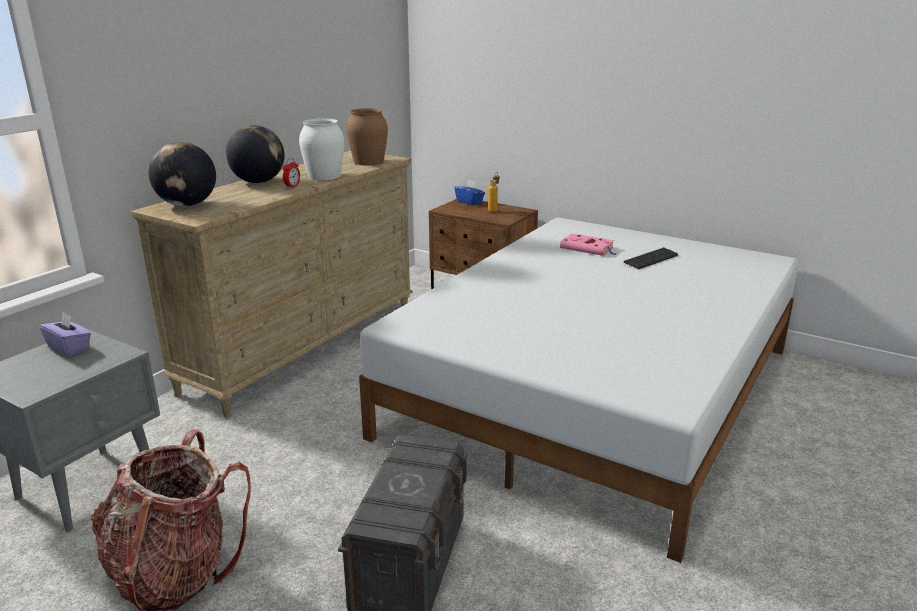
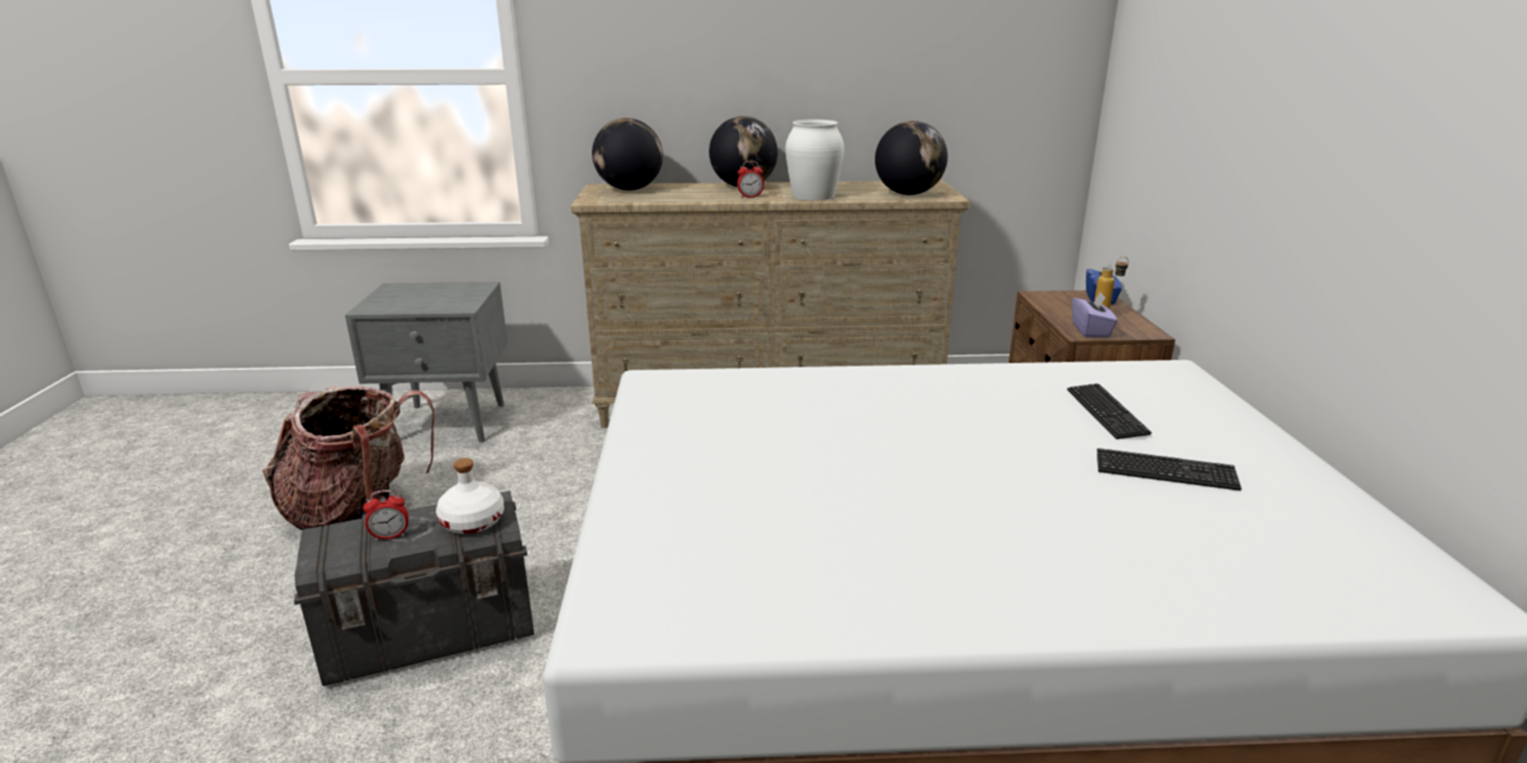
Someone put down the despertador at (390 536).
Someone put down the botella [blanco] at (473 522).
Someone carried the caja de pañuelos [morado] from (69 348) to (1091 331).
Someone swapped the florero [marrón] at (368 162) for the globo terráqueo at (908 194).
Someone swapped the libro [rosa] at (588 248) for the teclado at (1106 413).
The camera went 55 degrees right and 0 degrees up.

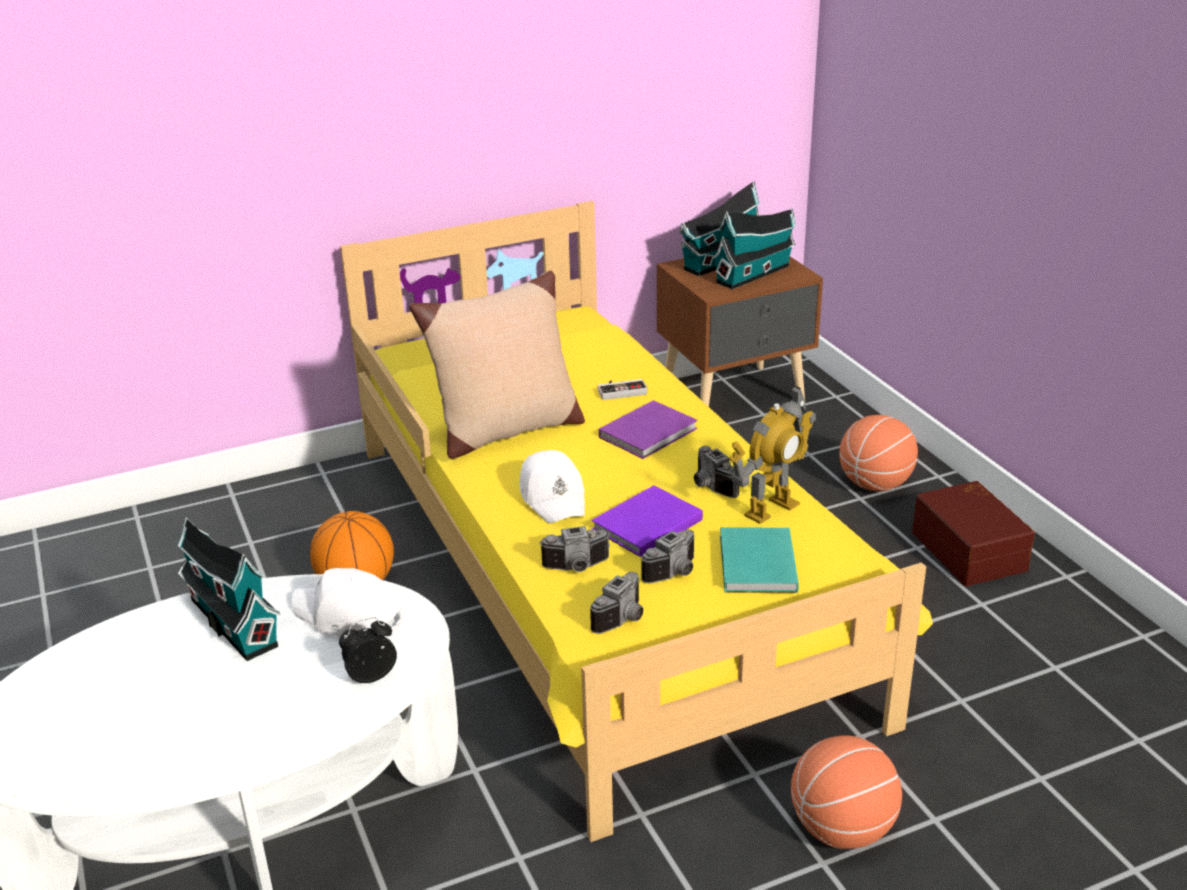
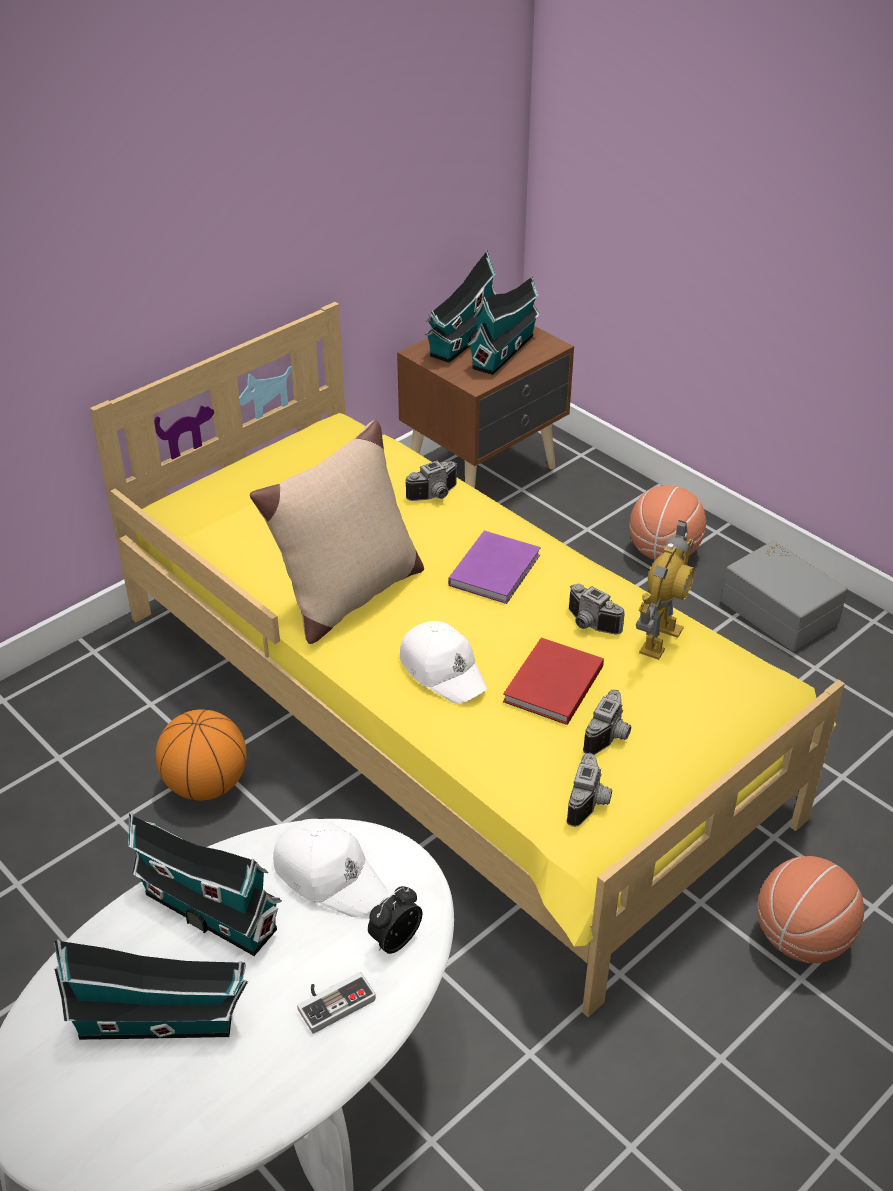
Someone took away the libro [turquesa] at (756 565).
Someone put down the casita at (163 1020).
Someone carried the cámara from (577 567) to (435 496).
Someone carried the mando de consola from (621 390) to (333 1000).
Someone repainted the libro [morado] at (644 525), which became the libro [rojo] at (551 685).
Someone repainted the caja de almacenaje [marrón] at (971 550), which became the caja de almacenaje [gris] at (781 610).
Someone rotated the gorra [blanco] at (348 617) by 150 degrees counterclockwise.
The camera went 20 degrees left and 10 degrees up.

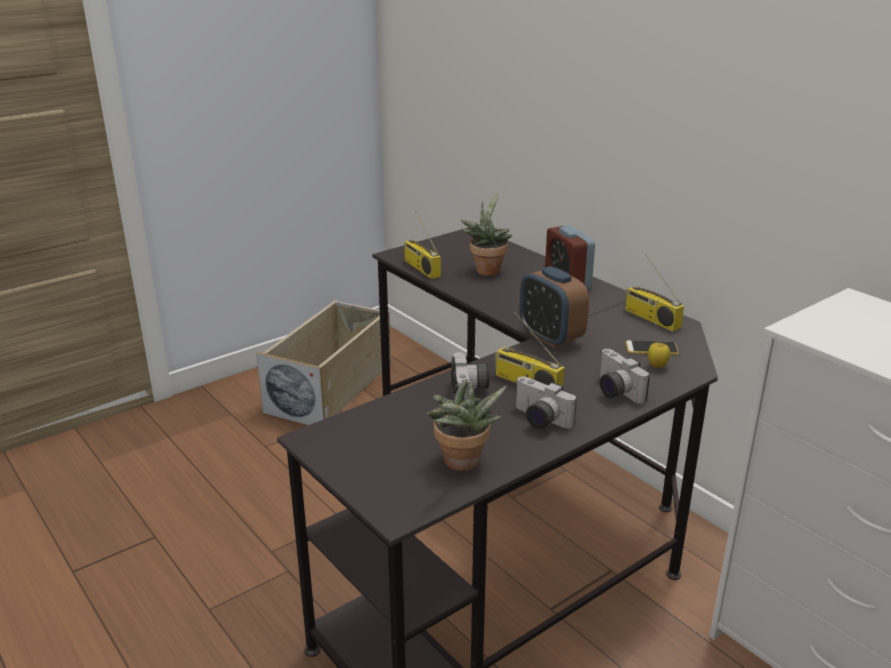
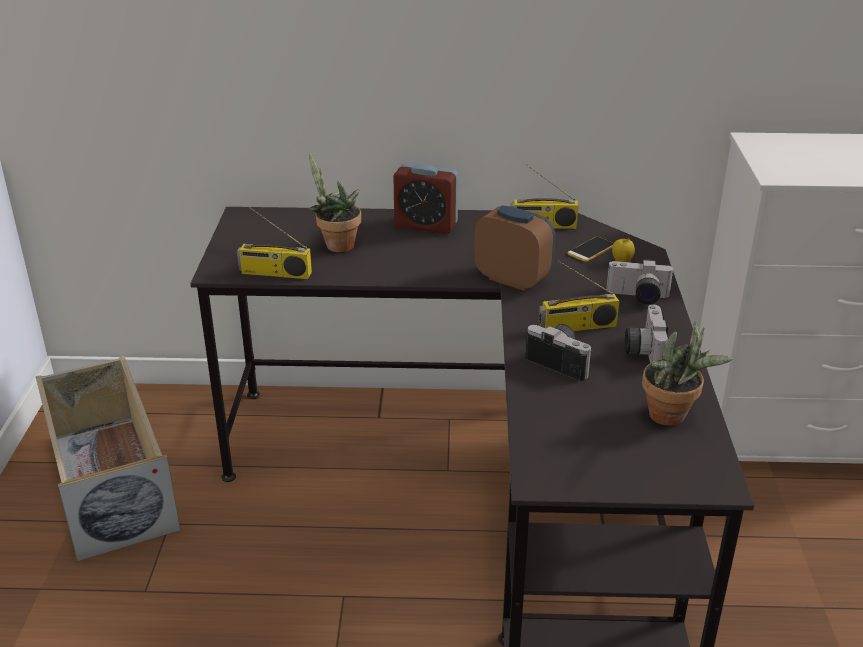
Someone rotated the cámara at (538 420) by 105 degrees clockwise.
Someone rotated the despertador at (550 337) by 150 degrees counterclockwise.
The camera went 50 degrees left and 5 degrees up.

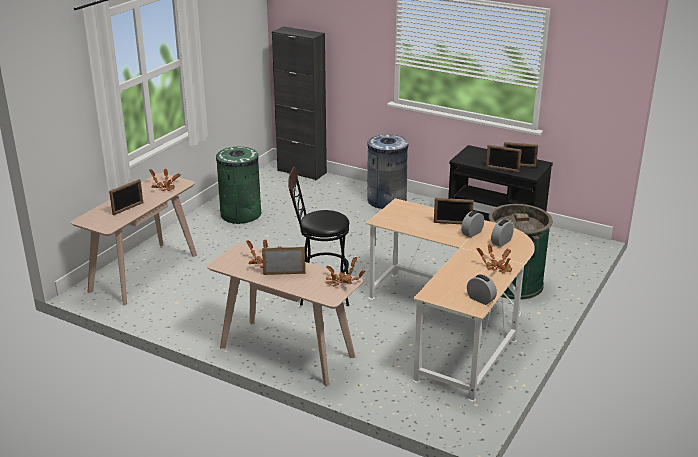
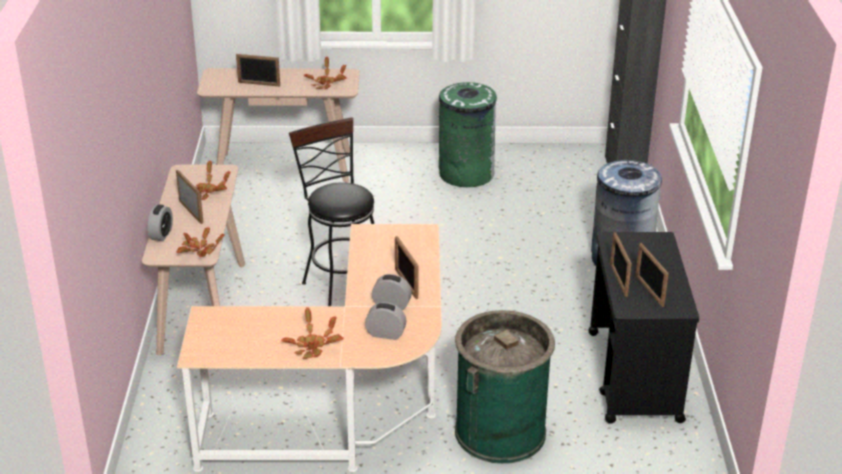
Someone carried the despertador from (480 299) to (161 234).
The camera went 60 degrees right and 5 degrees up.

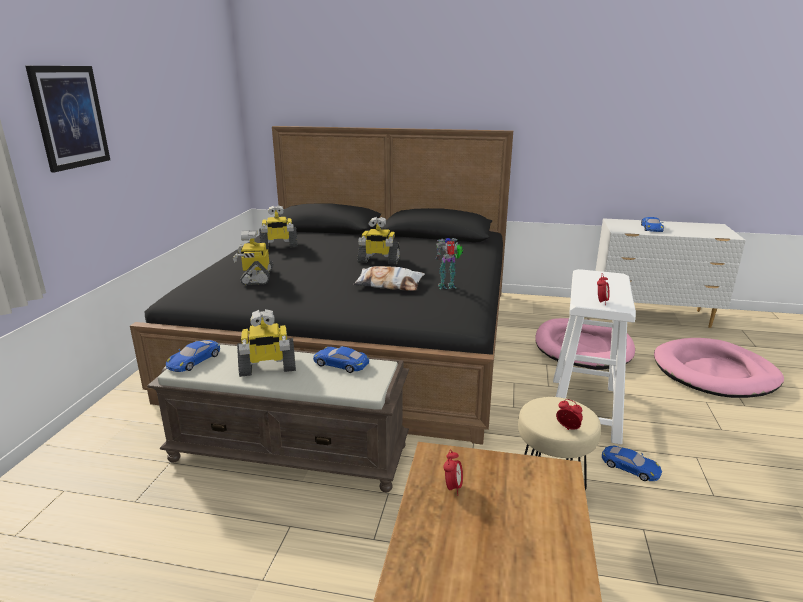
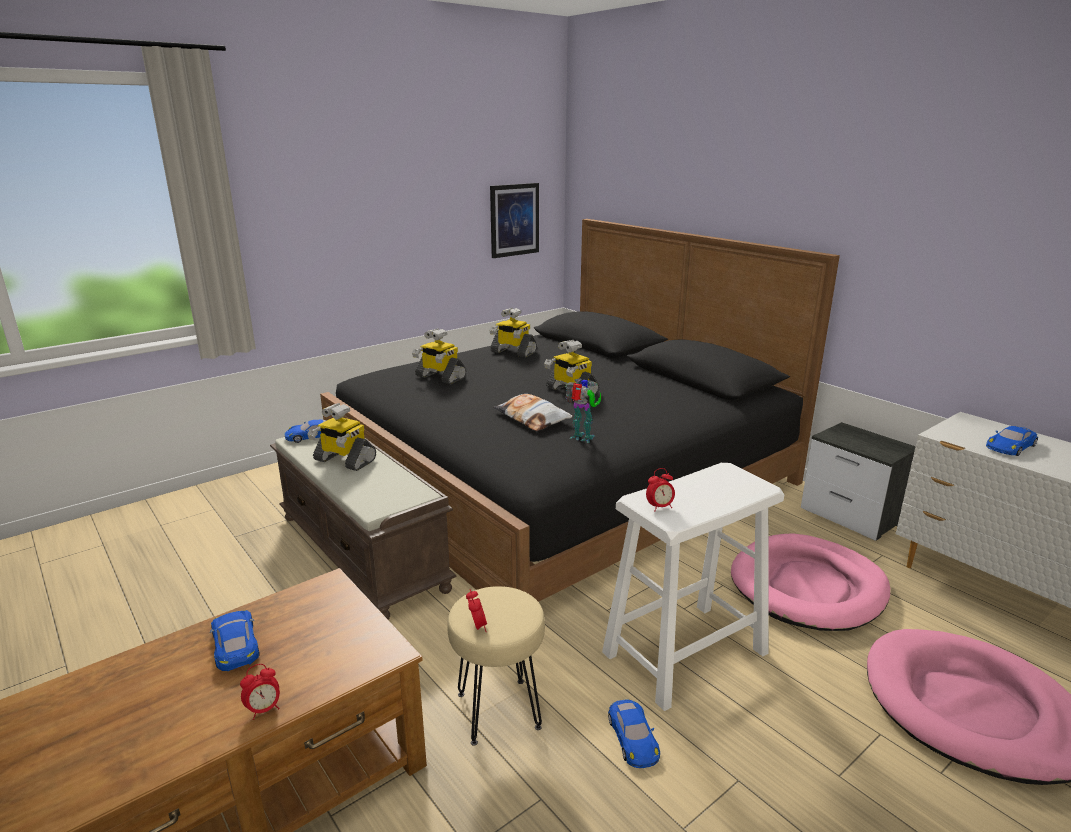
Someone put down the mesita de noche at (851 516).
Someone carried the cuadro from (70 117) to (514 220).
Someone carried the coche de juguete [azul] from (341 363) to (235 645).
Someone carried the despertador from (452 487) to (264 709).
Someone rotated the robot de juguete at (256 277) by 90 degrees counterclockwise.
The camera went 40 degrees right and 0 degrees up.

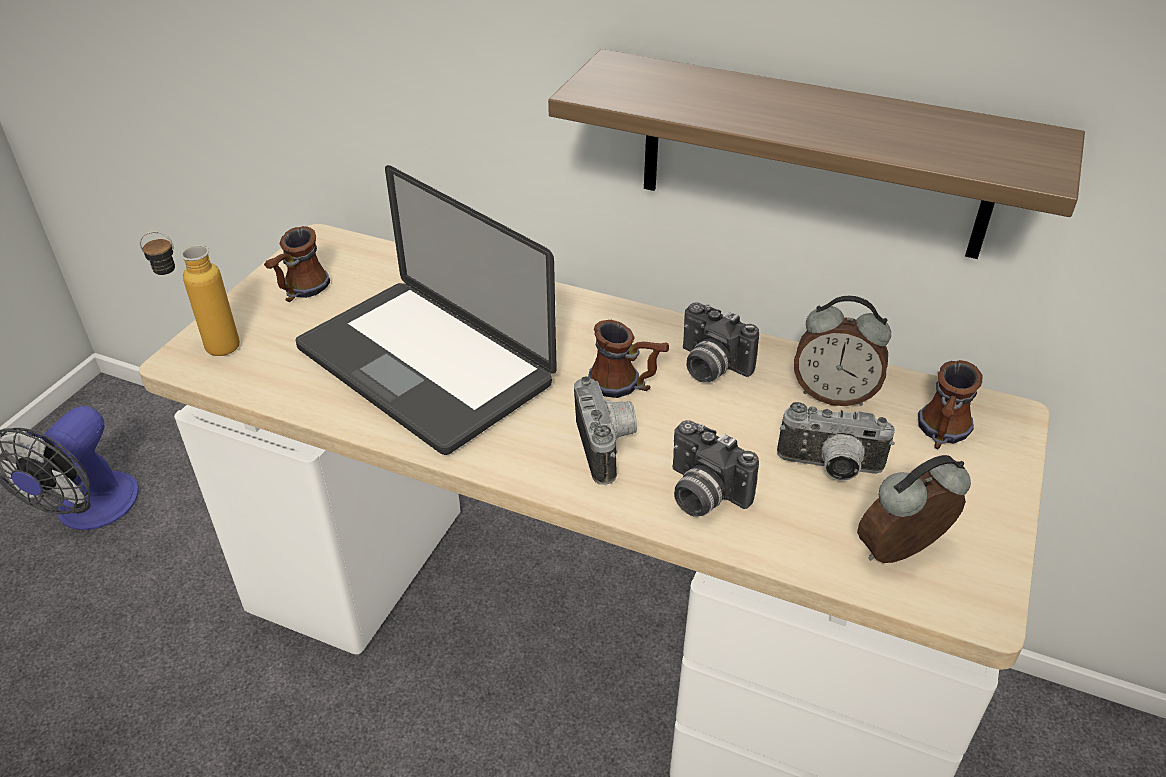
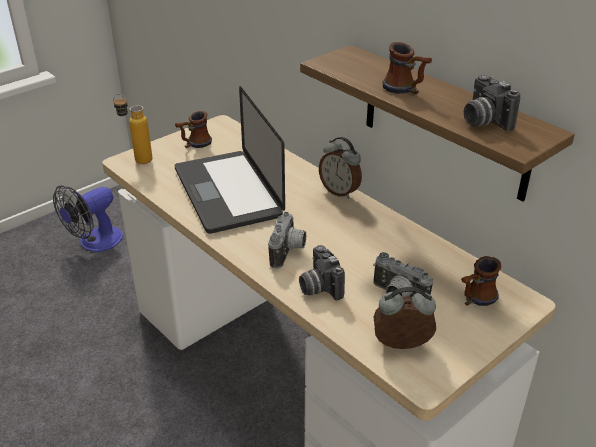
Someone carried the taza grande from (626 385) to (405 90).
Someone carried the cámara from (709 367) to (483 121).
Someone carried the despertador from (833 394) to (340 191).
The camera went 25 degrees right and 5 degrees down.

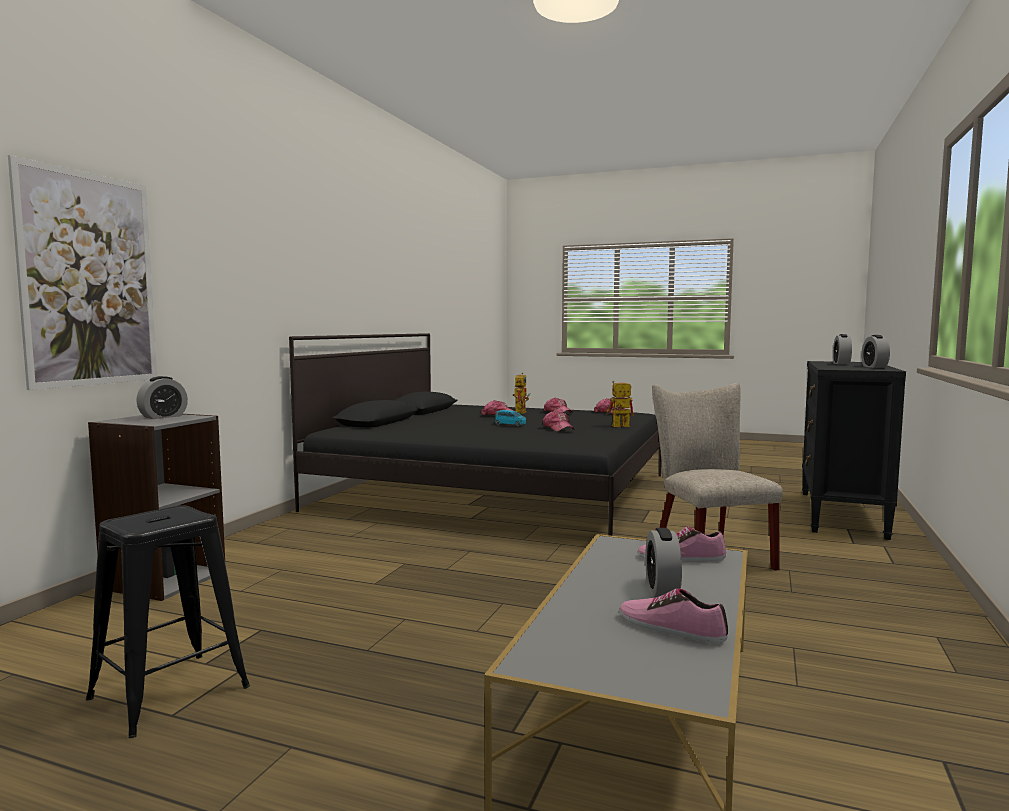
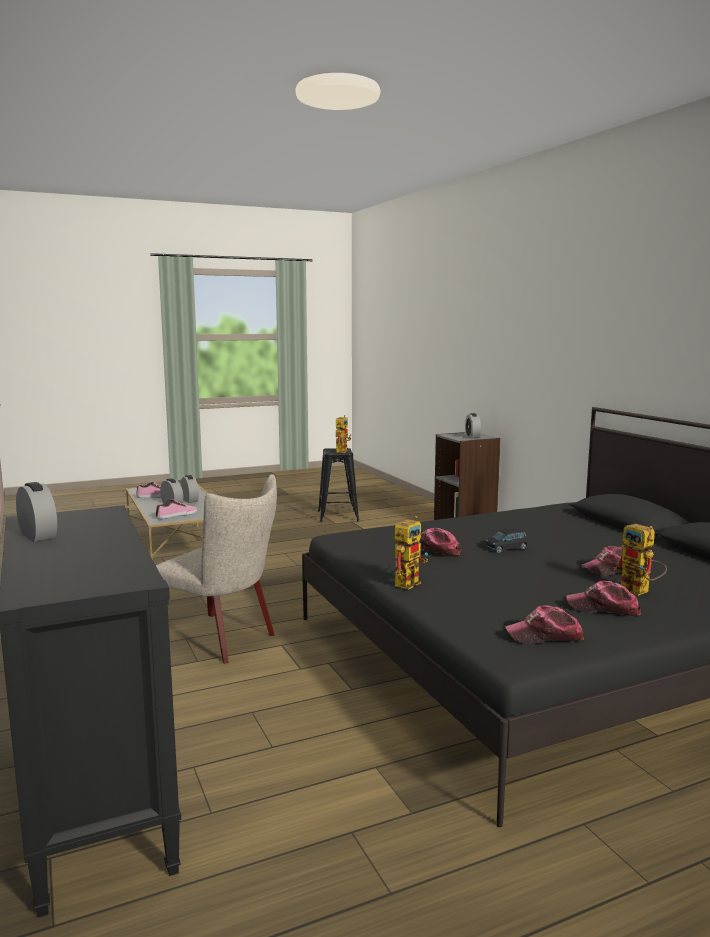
Someone took away the cuadro at (89 279).
Someone put down the robot de juguete at (342 450).
Someone carried the despertador from (841 363) to (190 500).
Someone repainted the coche de juguete [azul] at (510 424), which became the coche de juguete [negro] at (506 548).
The camera went 135 degrees right and 5 degrees up.

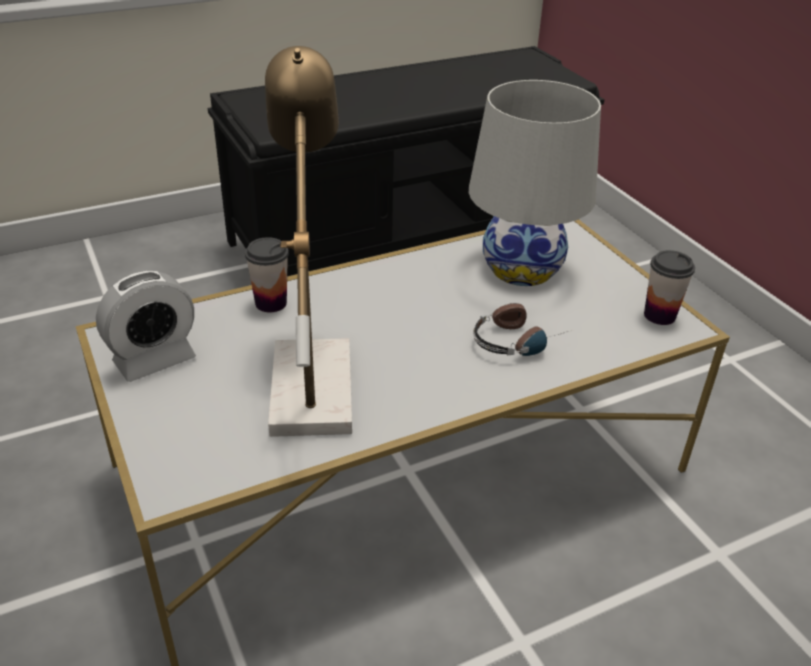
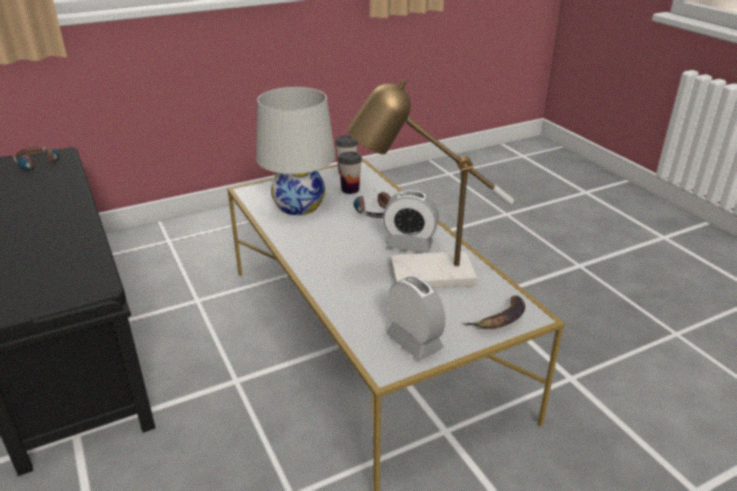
Someone put down the auriculares at (40 165).
Someone put down the despertador at (409 245).
Someone put down the plátano at (500 319).
Someone carried the taza from (271 303) to (350 189).
The camera went 90 degrees left and 5 degrees down.

